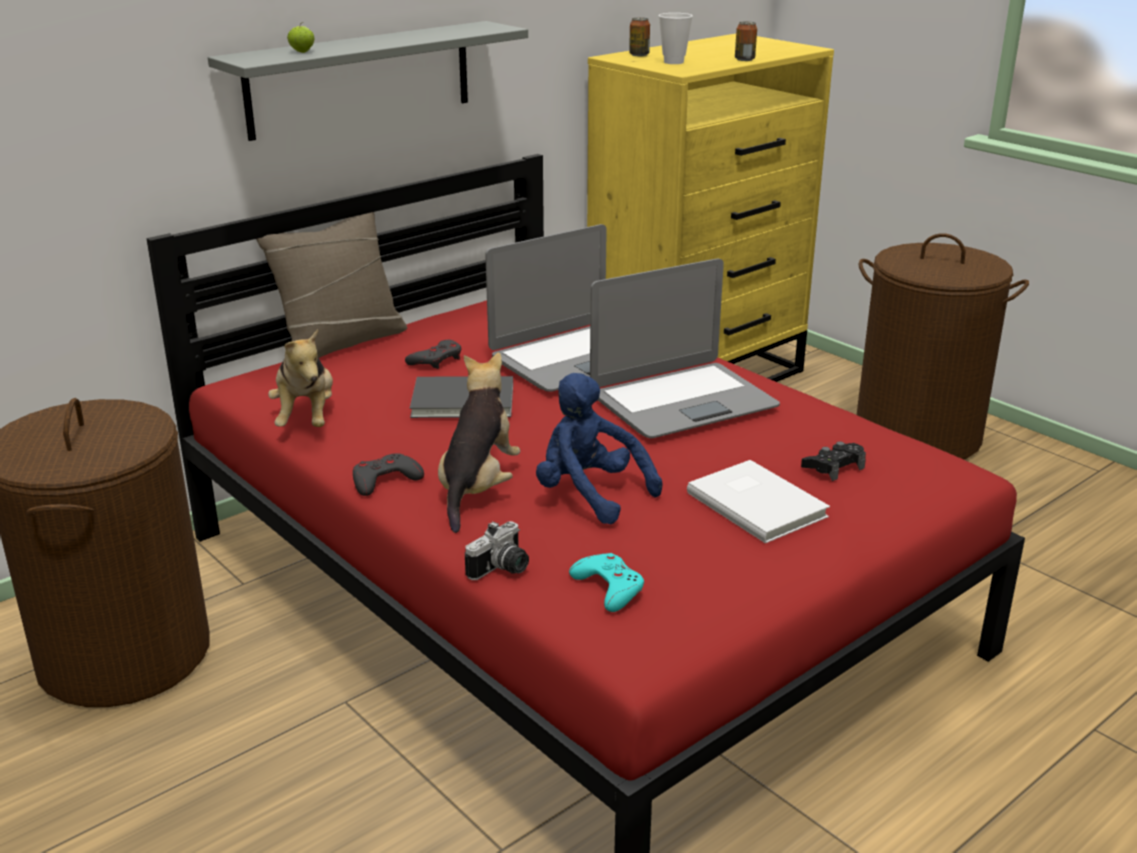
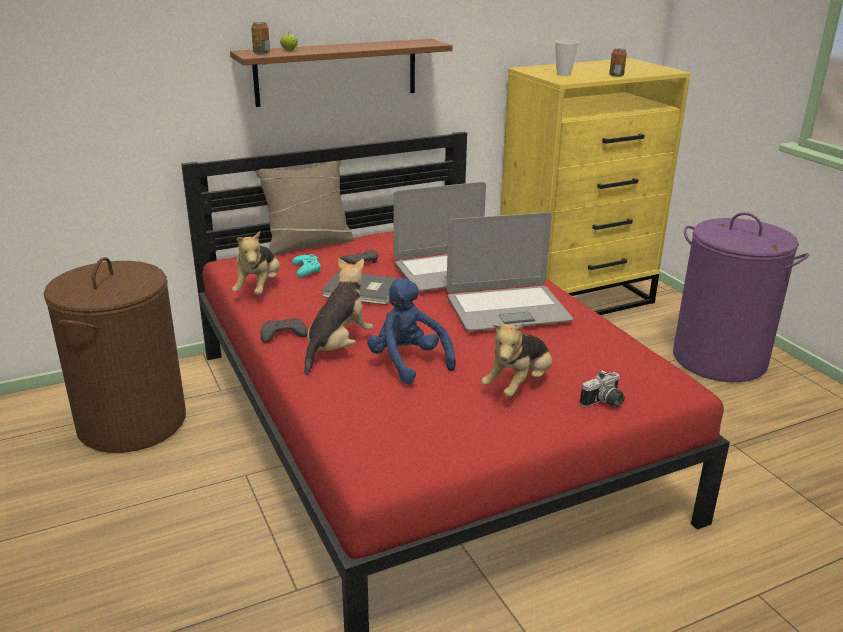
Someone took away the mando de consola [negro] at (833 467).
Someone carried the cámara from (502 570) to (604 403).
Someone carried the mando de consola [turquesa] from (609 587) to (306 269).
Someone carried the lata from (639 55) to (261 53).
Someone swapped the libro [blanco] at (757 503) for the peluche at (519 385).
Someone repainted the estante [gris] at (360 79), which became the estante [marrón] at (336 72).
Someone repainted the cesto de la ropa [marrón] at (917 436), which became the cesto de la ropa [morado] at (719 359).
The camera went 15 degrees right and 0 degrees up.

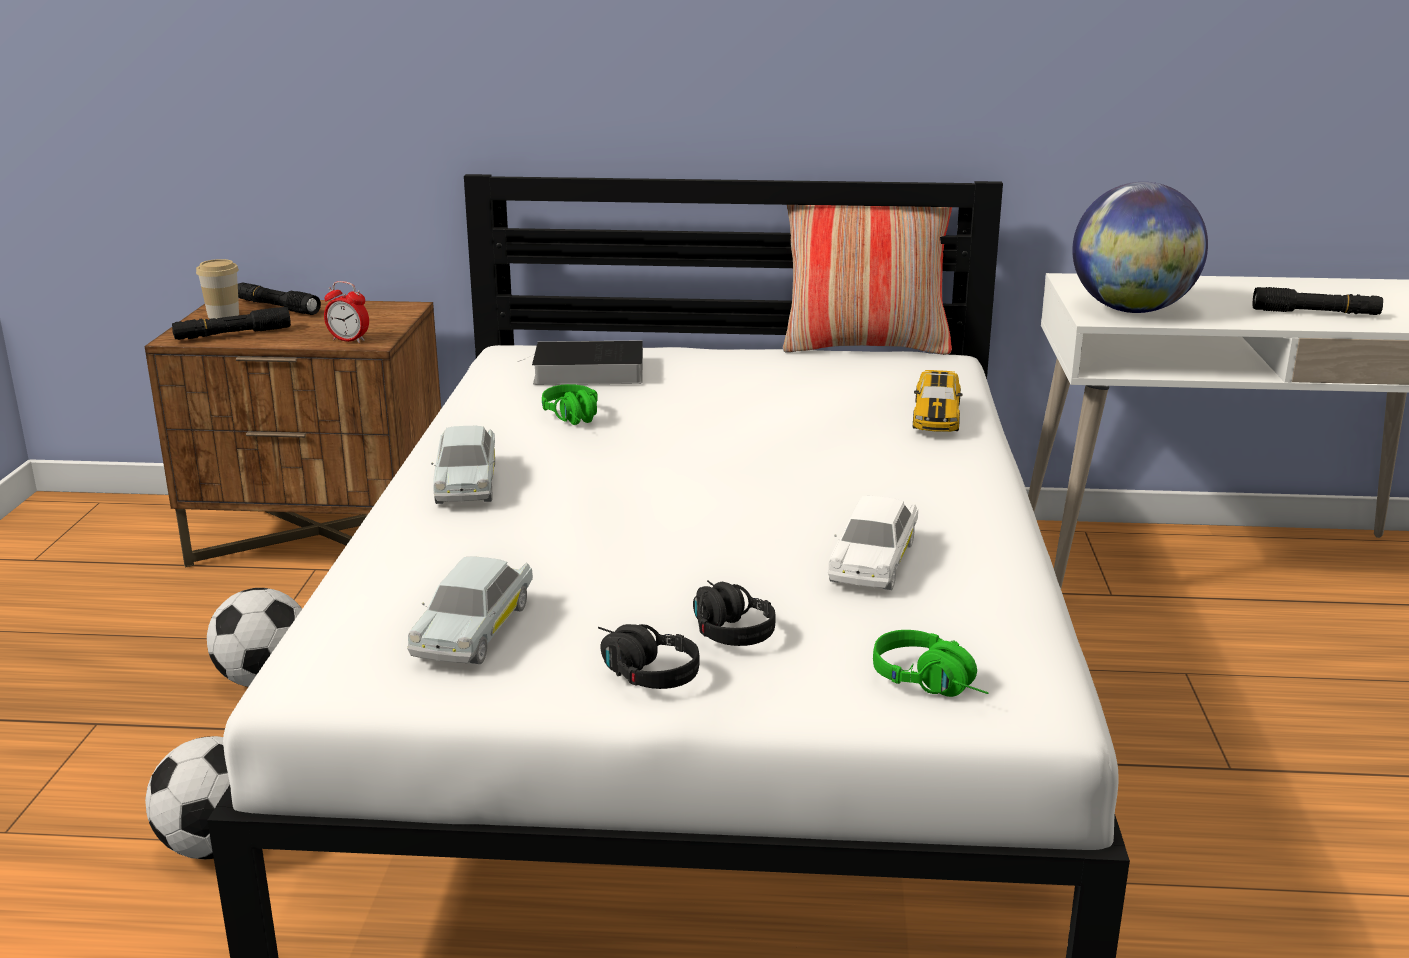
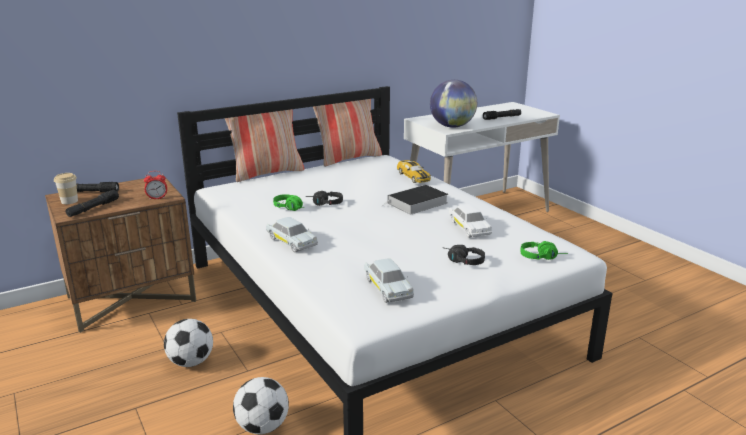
Someone put down the cojín at (267 173).
Someone carried the libro from (585 371) to (416 203).
Someone carried the auriculares [negro] from (639 672) to (324 204).
The camera went 35 degrees left and 0 degrees up.

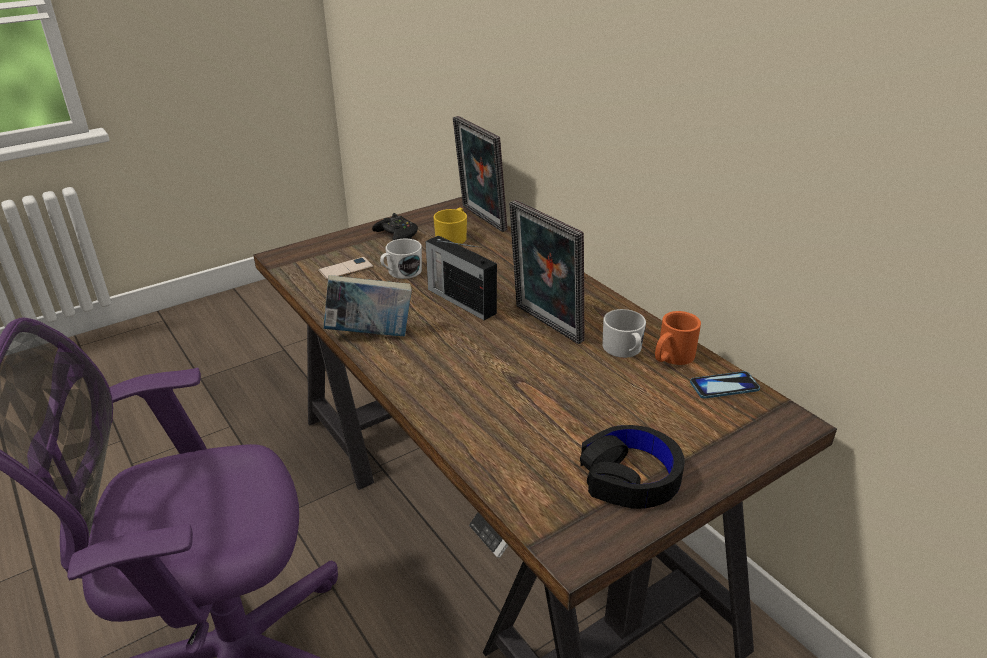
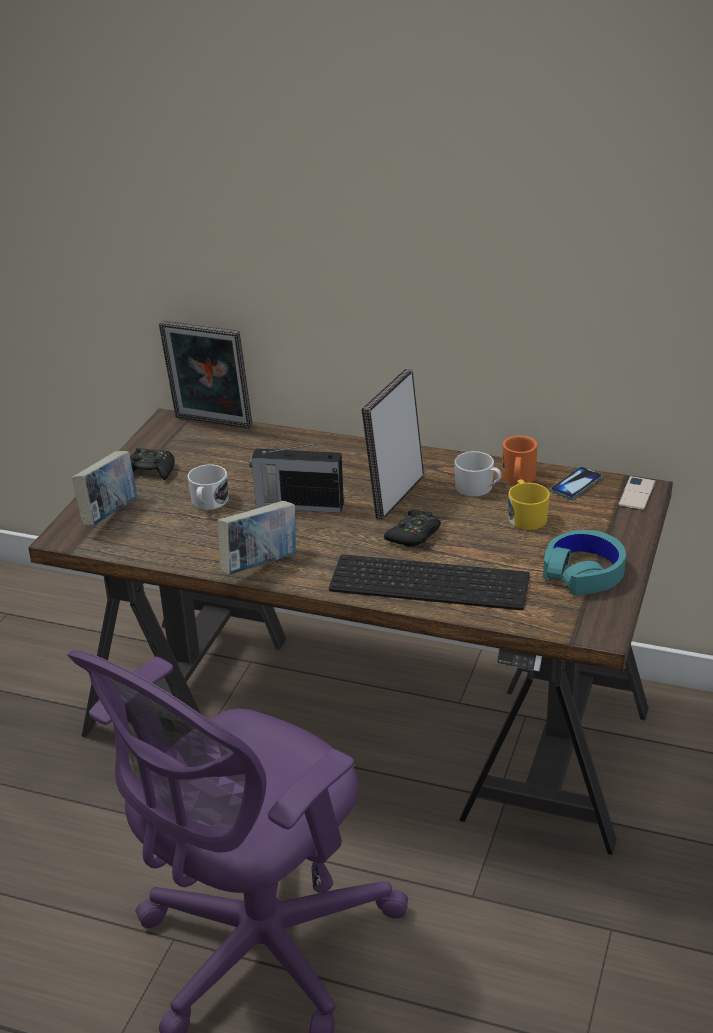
Someone put down the libro at (110 514).
Someone put down the teclado at (432 581).
Someone put down the mando de consola [negro] at (414 535).
Someone carried the móvil from (346 269) to (636 494).
Someone carried the taza grande [amarillo] from (453 237) to (526 516).
Someone repainted the auriculares [negro] at (630 477), which became the auriculares [turquesa] at (583 572).
Someone rotated the portarretratos at (544 325) by 105 degrees clockwise.
The camera went 35 degrees left and 0 degrees up.

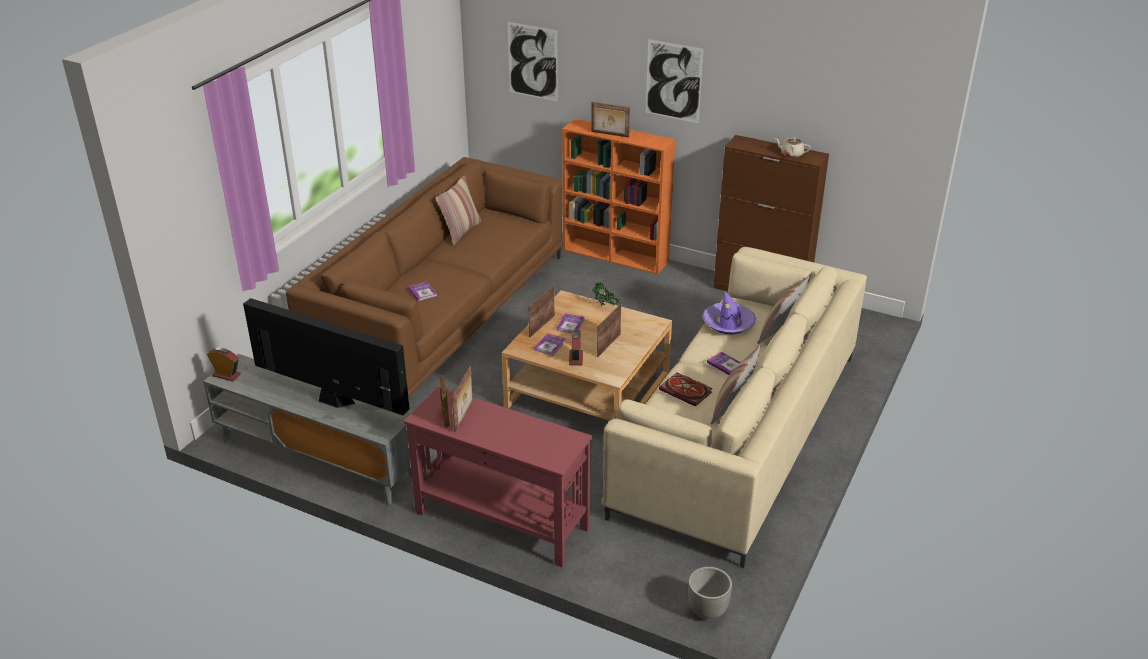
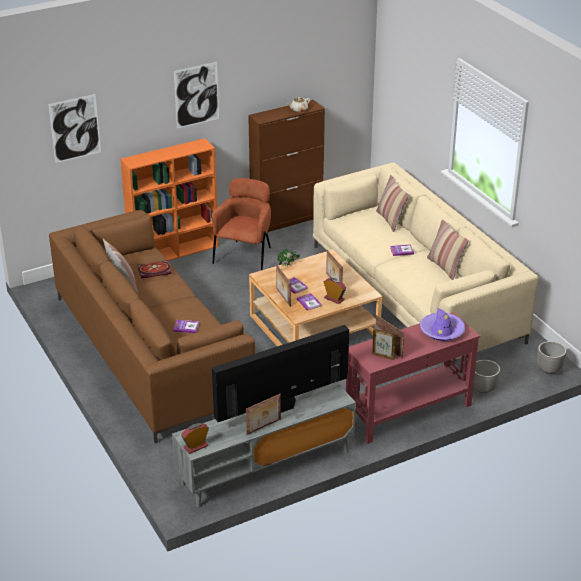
Someone put down the sillón [marrón] at (245 256).
Someone put down the maceta at (483 389).
Someone carried the portarretratos from (609 134) to (264 427).
Someone carried the libro from (687 391) to (155 270).
Someone carried the sombrero [morado] from (728 323) to (442 331).
The camera went 55 degrees left and 0 degrees up.

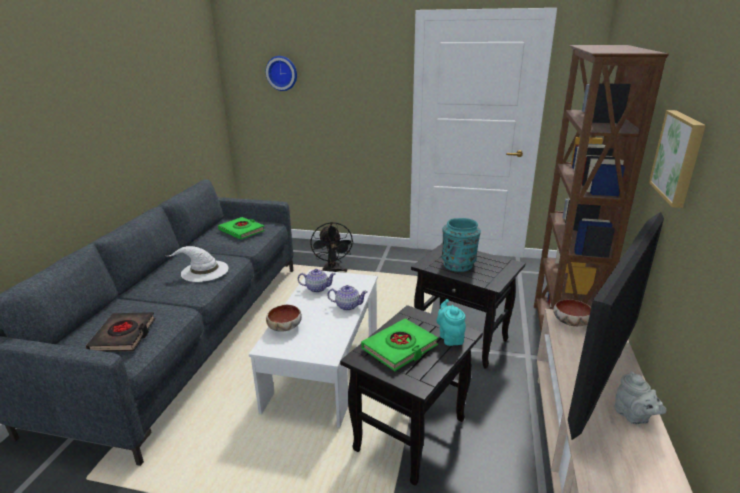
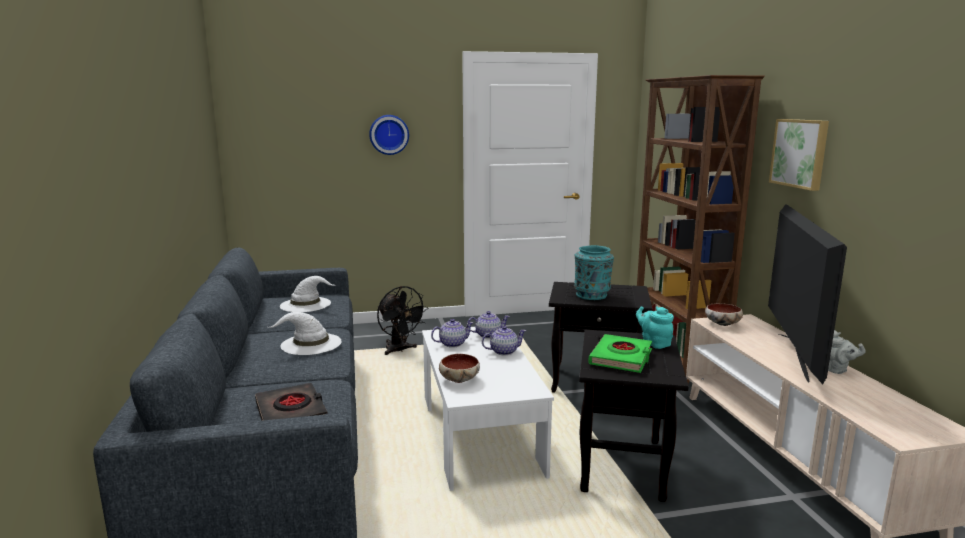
Someone put down the tetera at (488 335).
Someone carried the reloj de pared from (282 73) to (389 134).
Someone swapped the libro [verde] at (242 231) for the sombrero [blanco] at (306 304).
The camera went 25 degrees left and 10 degrees down.

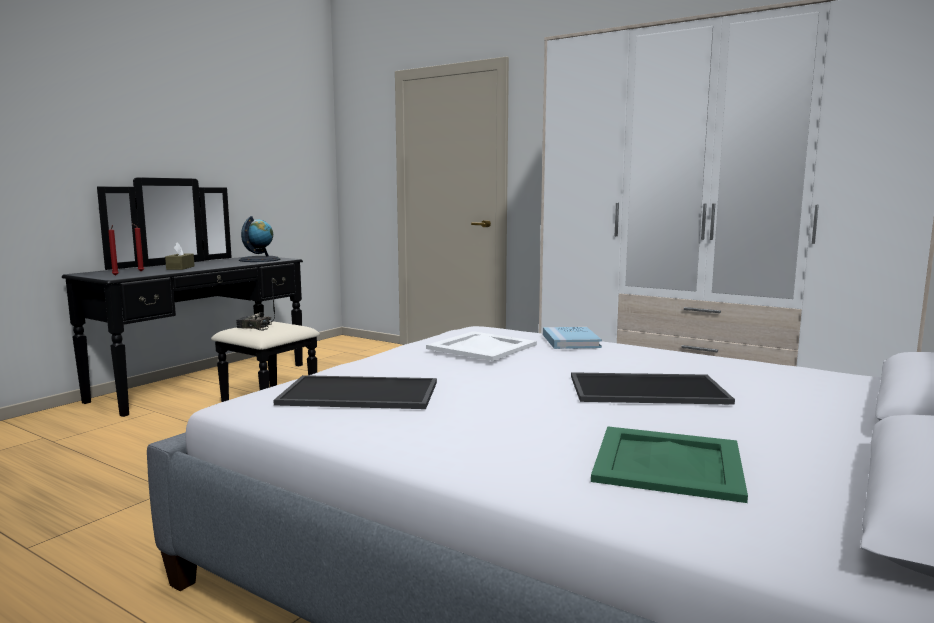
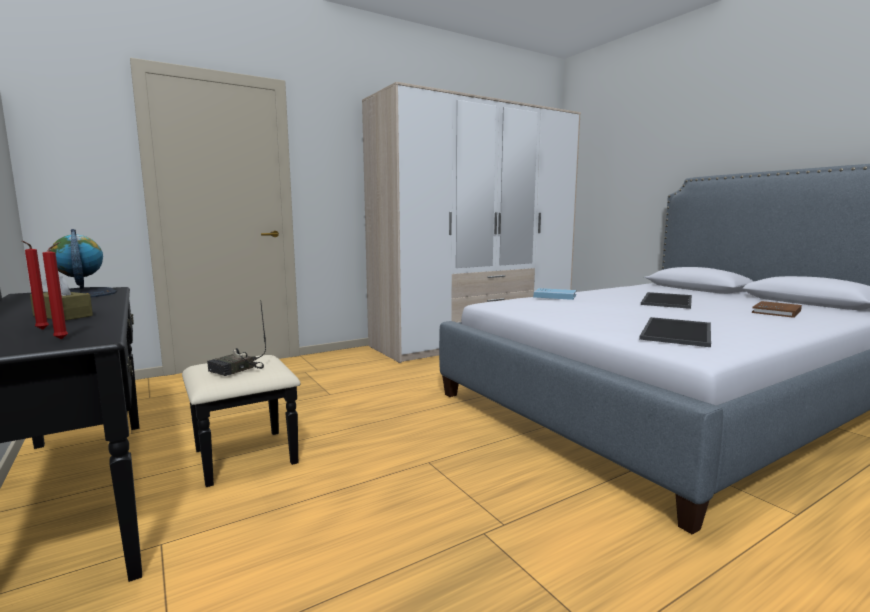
Someone took away the bandeja [blanco] at (481 346).
Someone swapped the bandeja [verde] at (666 462) for the libro [marrón] at (776 312).
The camera went 65 degrees left and 0 degrees up.

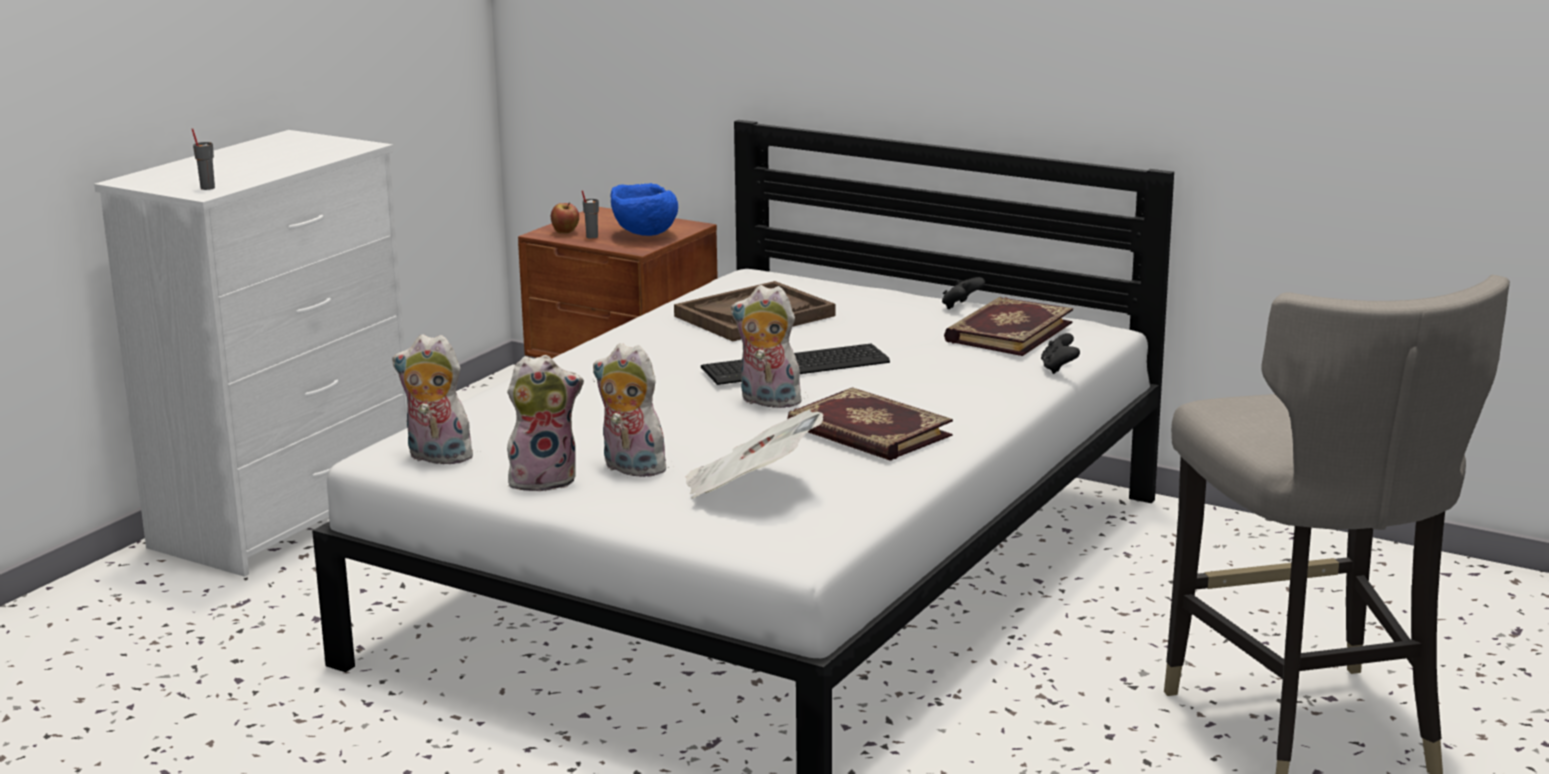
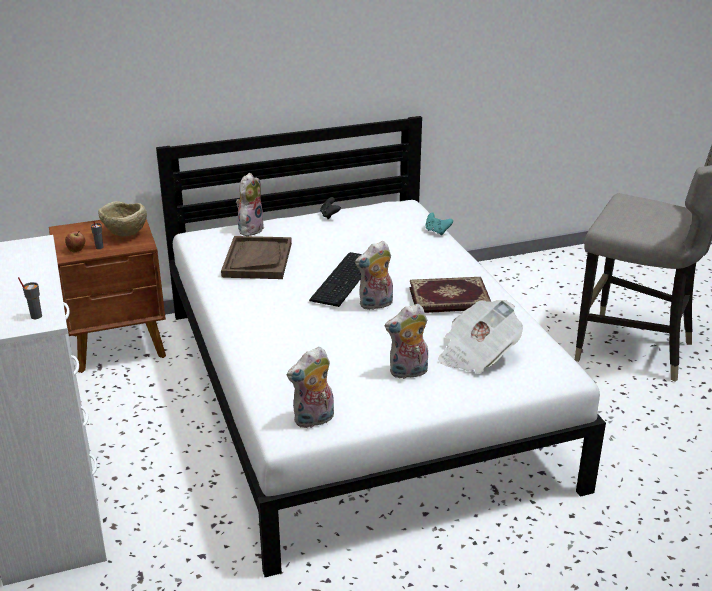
Someone took away the libro at (1007 331).
Someone carried the peluche from (544 480) to (250 229).
Someone repainted the cuenco [azul] at (644 235), which became the cuenco [beis] at (125 235).
Someone repainted the mando de consola [negro] at (1058 368), which became the mando de consola [turquesa] at (437 231).
The camera went 50 degrees left and 10 degrees up.

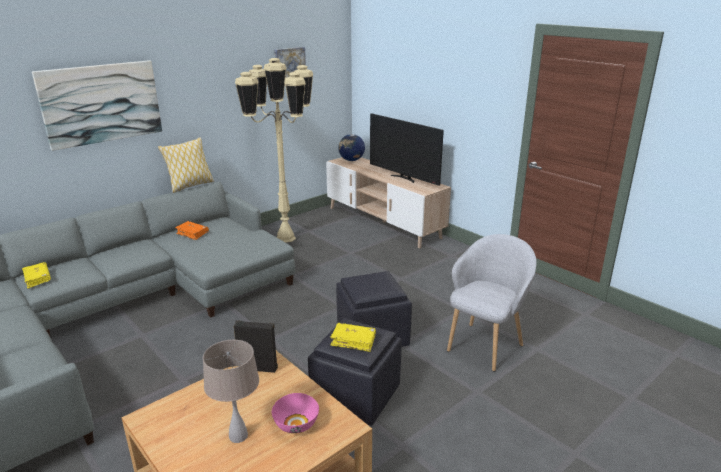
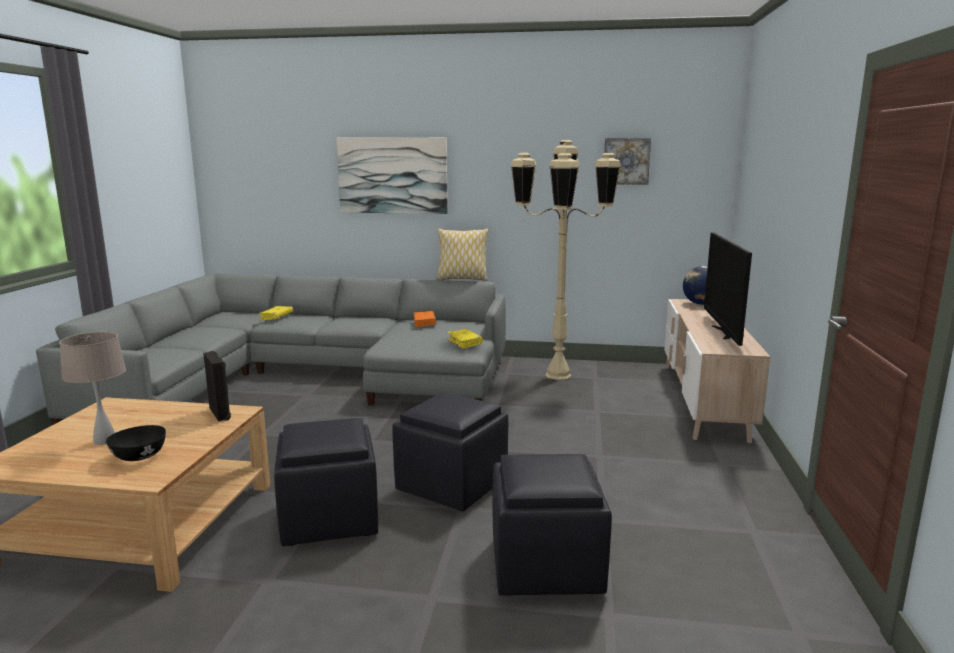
Someone carried the libro [amarillo] from (353 341) to (465 343).
Someone swapped the sillón [gris] at (485 345) for the puf [negro] at (547 566).
Someone repainted the cuenco [rosa] at (296 424), which became the cuenco [negro] at (139 456).
The camera went 50 degrees right and 10 degrees down.

